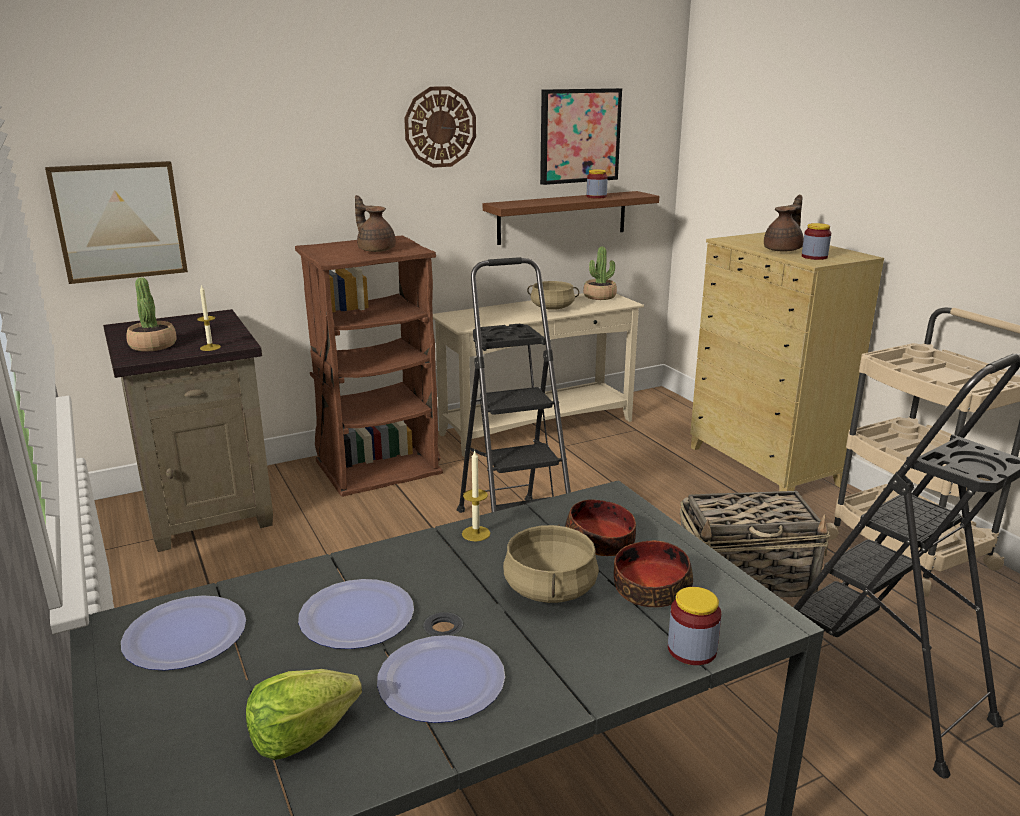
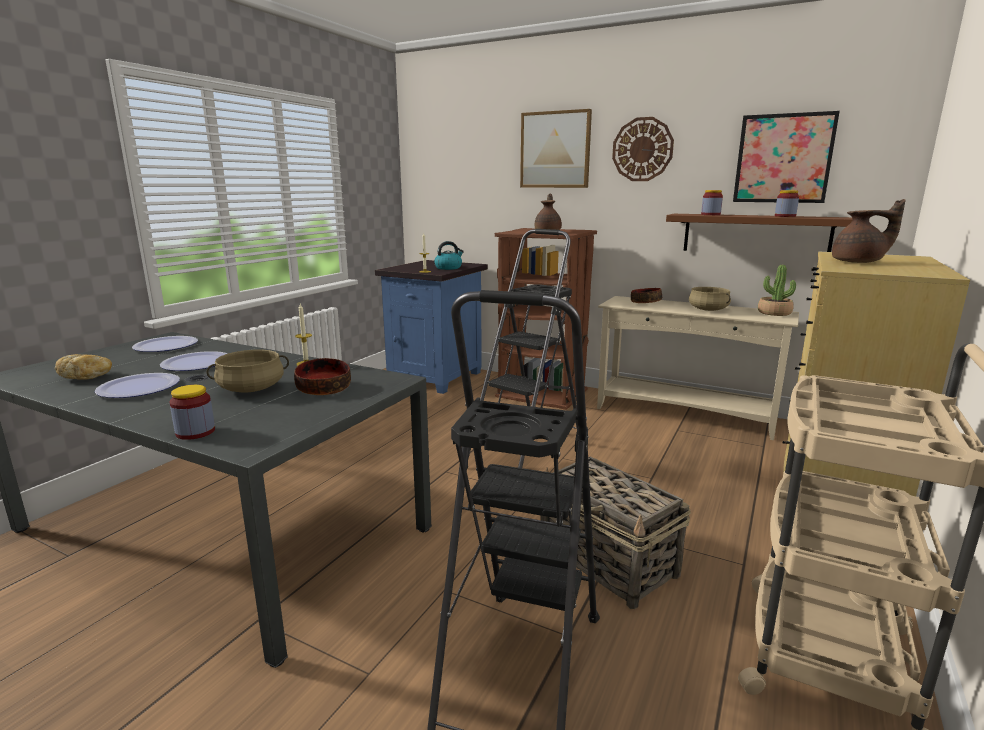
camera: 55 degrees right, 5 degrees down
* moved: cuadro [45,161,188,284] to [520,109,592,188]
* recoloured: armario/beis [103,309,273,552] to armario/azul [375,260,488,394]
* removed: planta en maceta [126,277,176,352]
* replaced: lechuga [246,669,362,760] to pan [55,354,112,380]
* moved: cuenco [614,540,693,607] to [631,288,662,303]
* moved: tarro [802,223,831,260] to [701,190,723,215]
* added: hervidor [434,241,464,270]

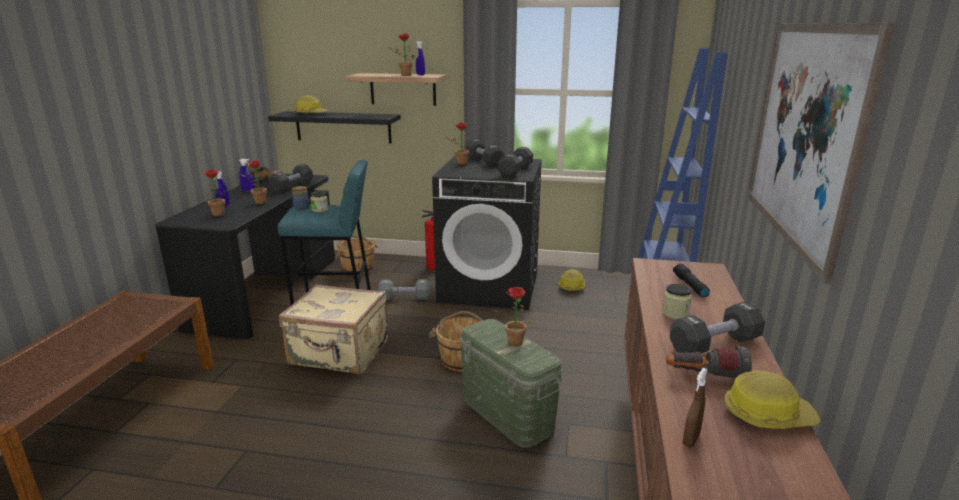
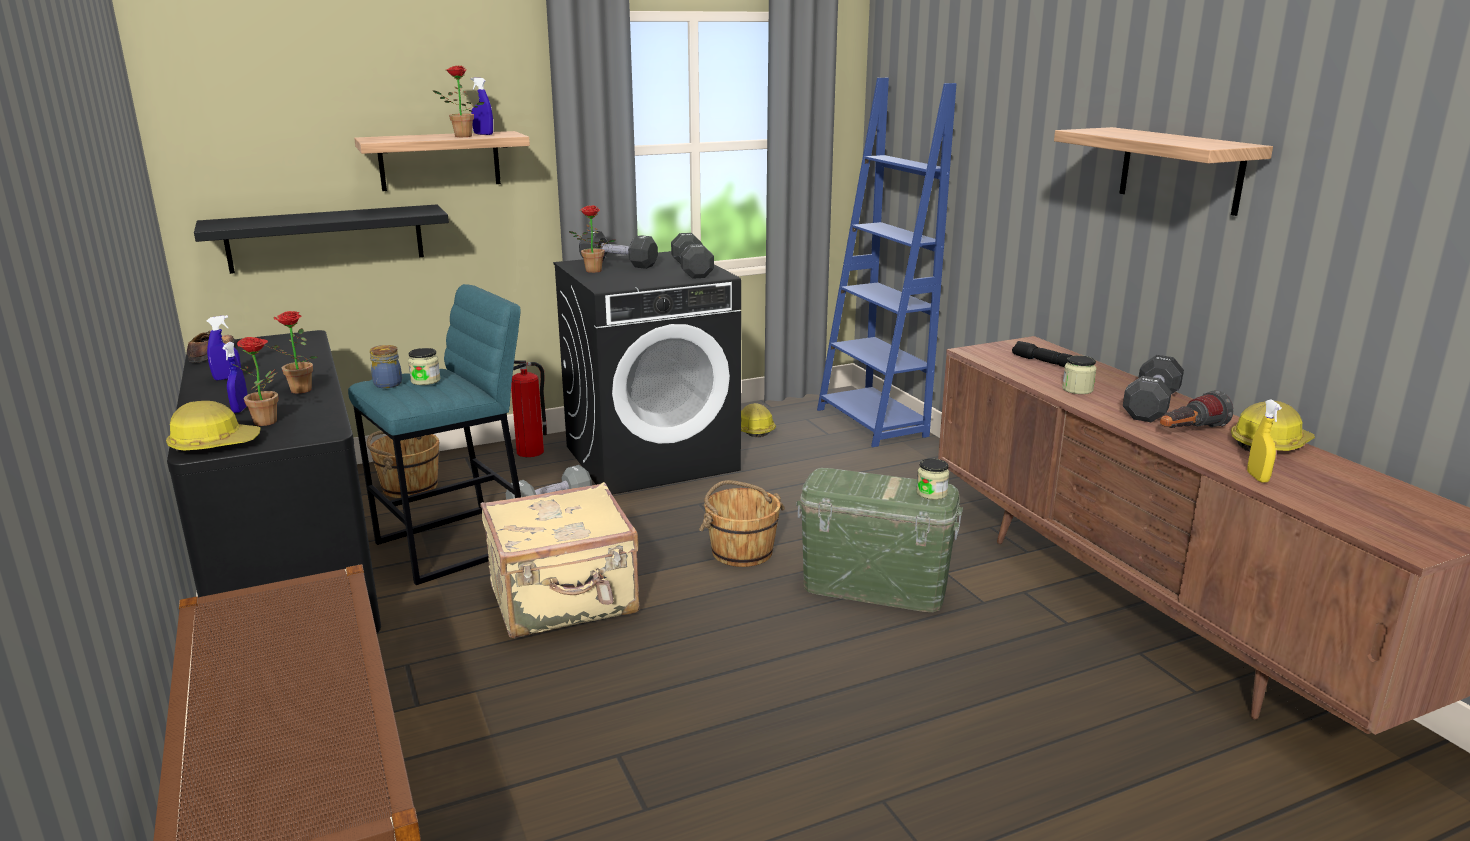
camera: 35 degrees left, 0 degrees up
* removed: mancuerna/negro [268,164,313,193]
* moved: casco [295,95,329,114] to [166,401,261,451]
* removed: planta en maceta [493,287,534,346]
* recoloured: pulverizador/marrón [683,368,708,448] to pulverizador/amarillo [1247,400,1282,482]
* replaced: cuadro [747,23,895,284] to estante [1054,127,1273,216]
* added: tarro [916,458,949,500]

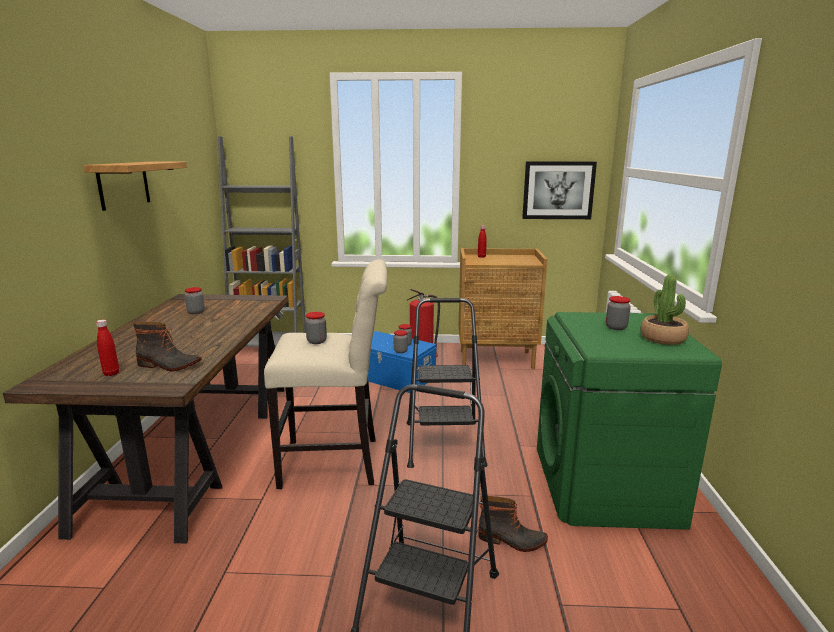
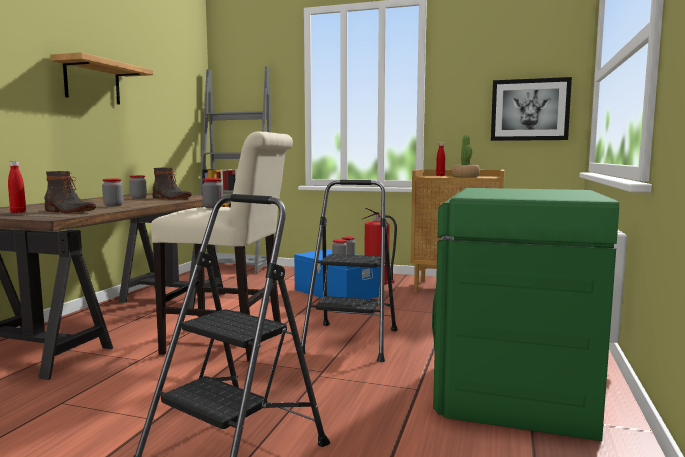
camera: 15 degrees right, 10 degrees down
* moved: bota [478,496,548,552] to [153,167,192,199]
* moved: tarro [606,296,631,330] to [102,178,123,206]
* moved: planta en maceta [640,274,689,345] to [452,135,480,177]

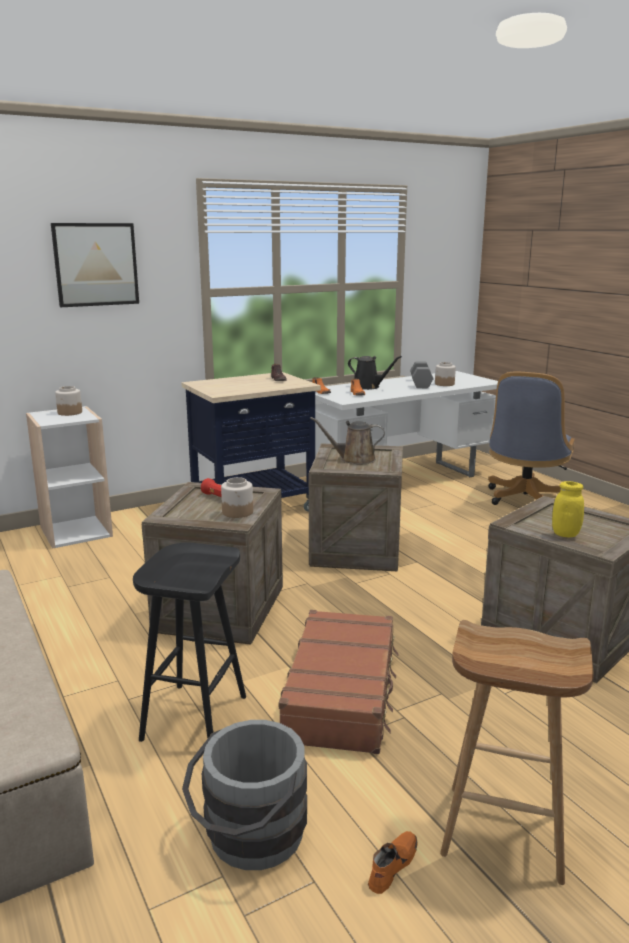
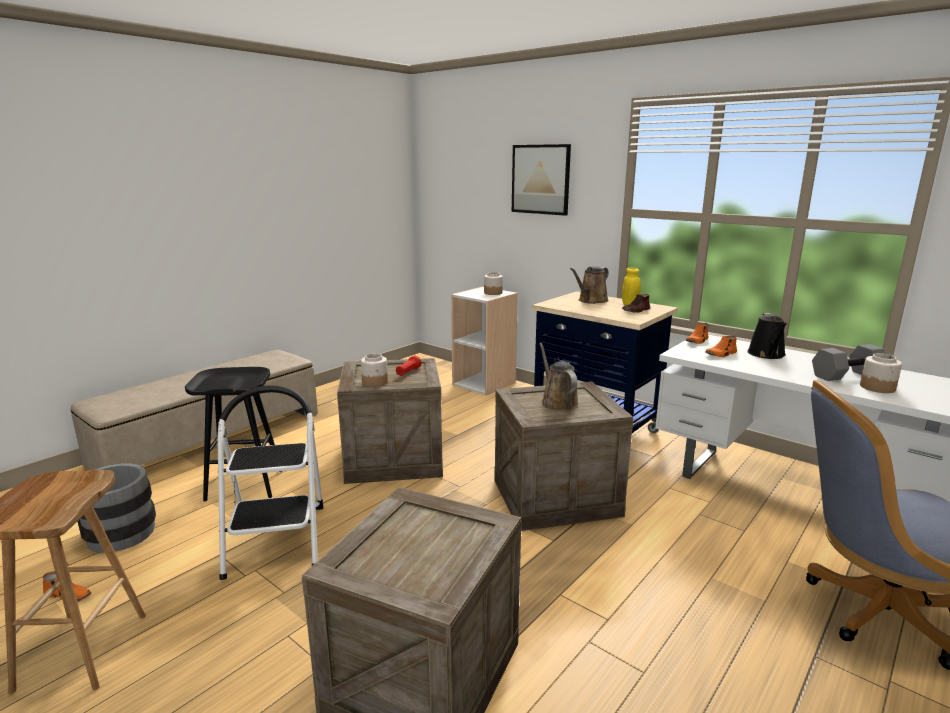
camera: 70 degrees right, 0 degrees up
* replaced: maleta/marrón [279,610,398,754] to escalera de tijera [218,385,323,580]
* moved: tarro/amarillo [552,481,584,537] to [622,268,641,305]
* added: regadera/marrón [570,266,609,304]

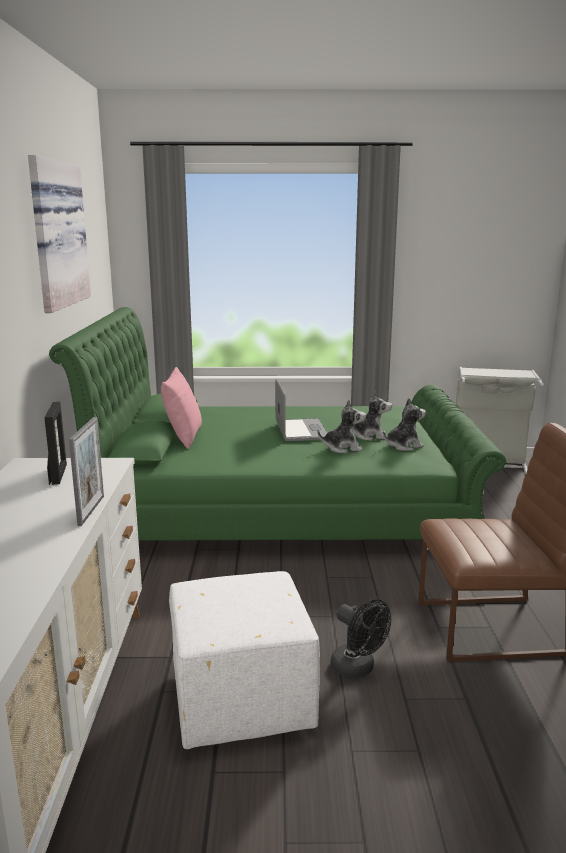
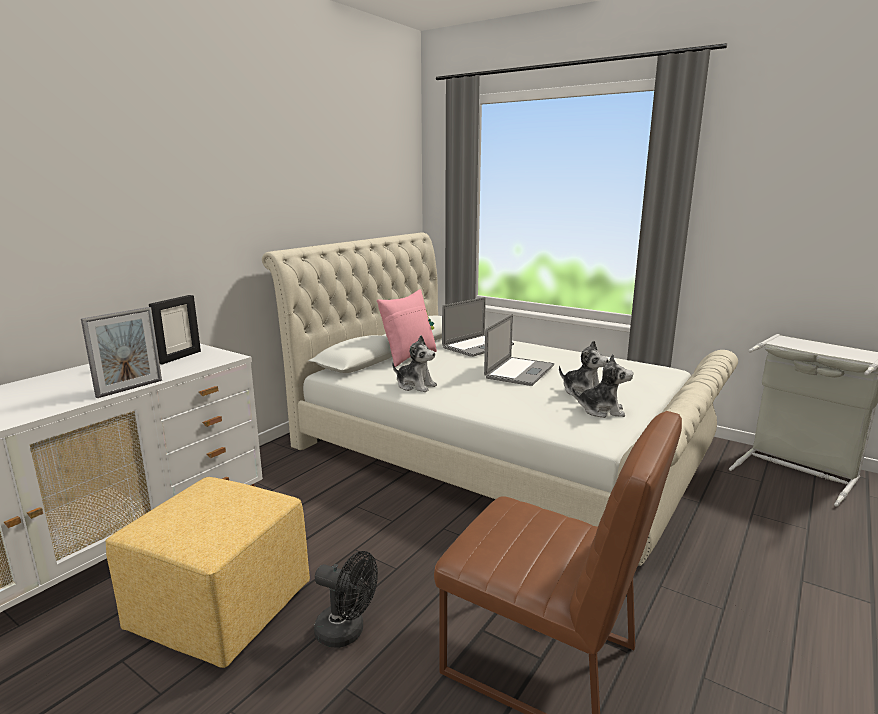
camera: 35 degrees right, 0 degrees up
* removed: cuadro [28,155,91,313]
* recoloured: cama/verde [49,307,506,541] to cama/beis [262,233,738,566]
* recoloured: puf/blanco [169,571,320,749] to puf/amarillo [106,477,310,668]
* moved: peluche [318,400,366,453] to [392,335,437,392]
* turned: ventilador/negro [331,599,391,678] = [314,551,378,648] 60 degrees counterclockwise
* added: portátil [442,297,514,357]

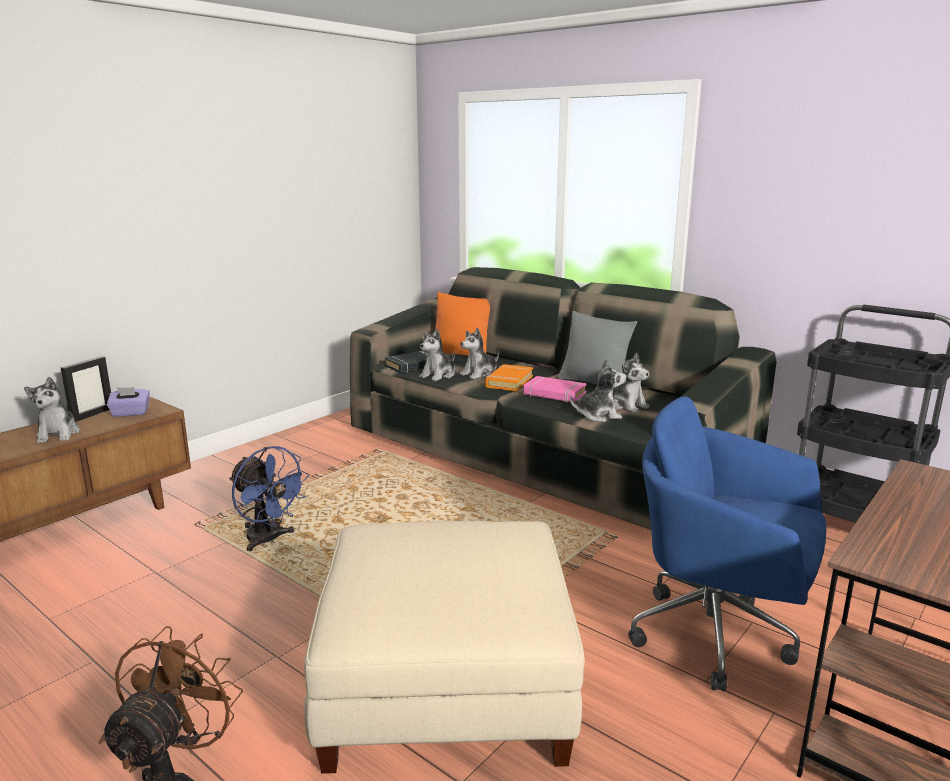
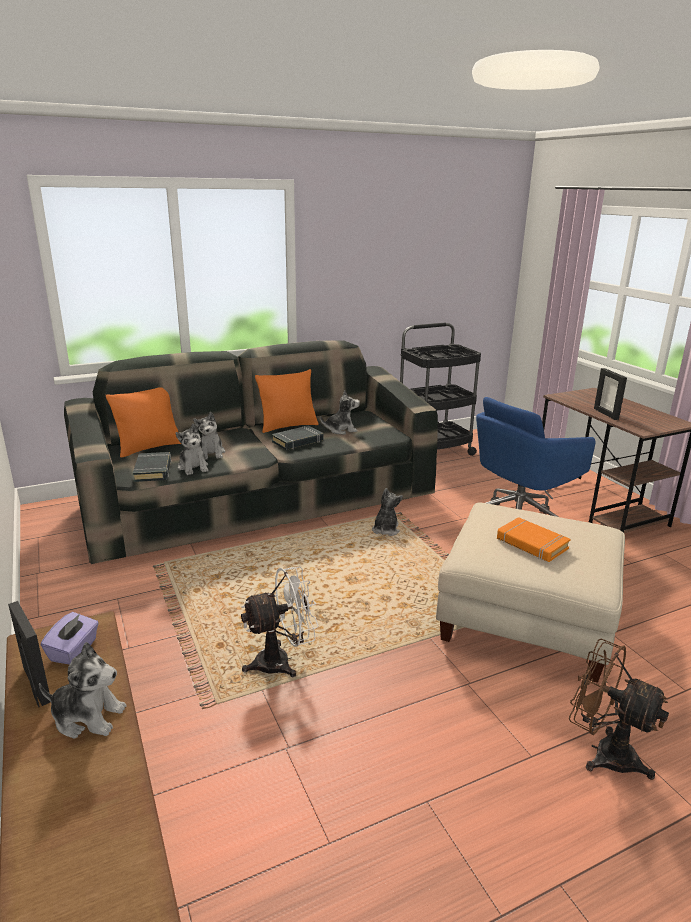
camera: 65 degrees left, 5 degrees up
* recoloured: ventilador/azul [229,446,310,551] to ventilador/blanco [241,567,318,677]
* moved: libro/naranja [485,364,533,391] to [497,517,571,562]
* recoloured: libro/rosa [523,376,587,402] to libro/negro [272,426,323,450]
* recoloured: cojín/gris [558,311,637,384] to cojín/naranja [255,369,319,433]
* moved: peluche [570,359,626,422] to [372,488,403,536]
* added: portarretratos [594,368,627,420]

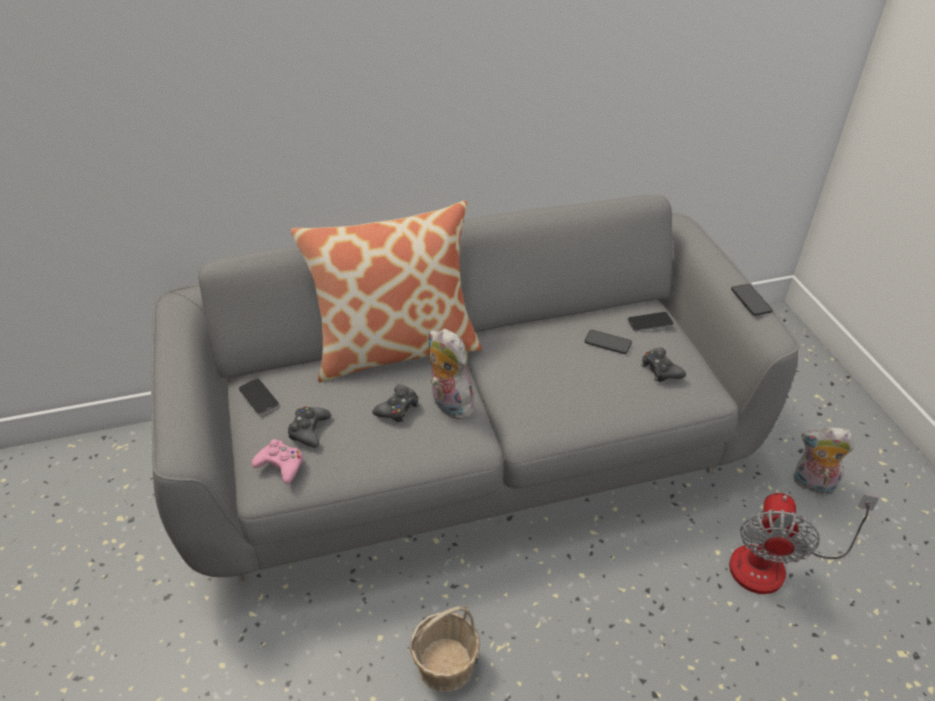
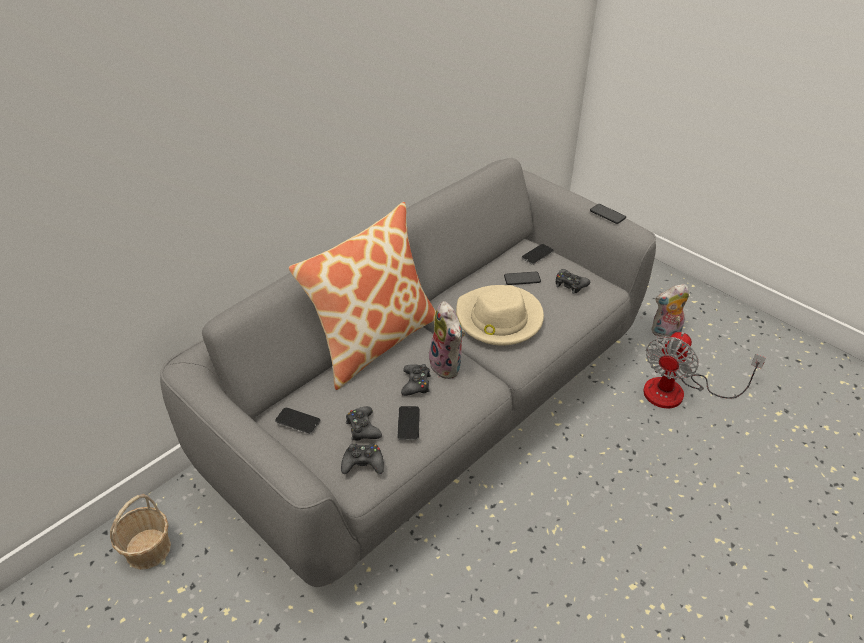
camera: 30 degrees left, 0 degrees up
* recoloured: mando de consola/rosa [252,439,303,484] to mando de consola/negro [341,444,384,474]
* moved: cesta [410,605,480,692] to [110,494,171,570]
* turned: peluche [428,328,474,419] = [429,301,465,379] 135 degrees counterclockwise
* turned: ventilador [729,493,879,594] = [643,332,766,409] 45 degrees clockwise
* added: móvil [397,406,420,440]
* added: sombrero/beis [456,285,544,346]

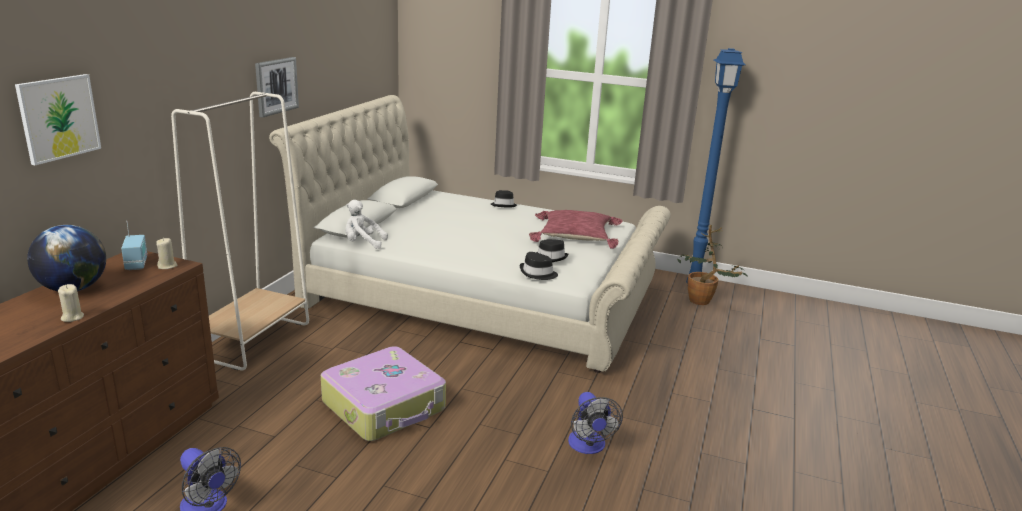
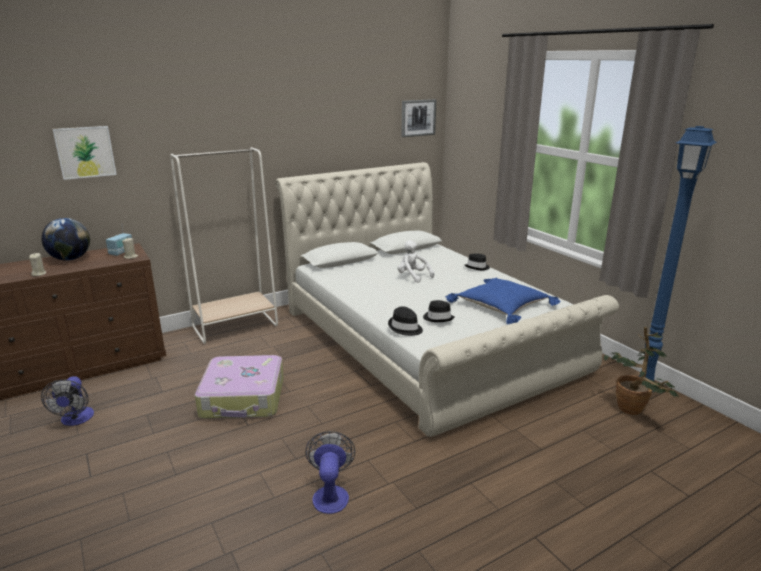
camera: 40 degrees right, 0 degrees up
* moved: cuadro [255,57,299,118] to [401,99,436,137]
* moved: peluche/blanco [345,200,388,249] to [398,240,434,283]
* recoloured: cojín/rojo [529,210,622,249] to cojín/azul [446,278,561,324]
* turned: ventilador [568,392,623,454] = [305,431,355,514] 150 degrees clockwise

